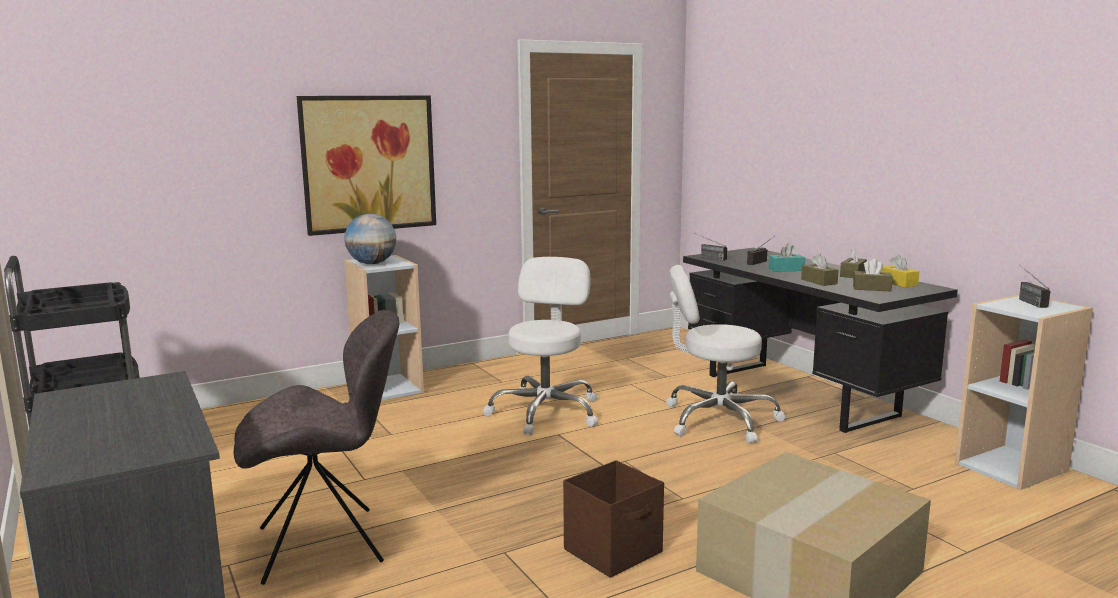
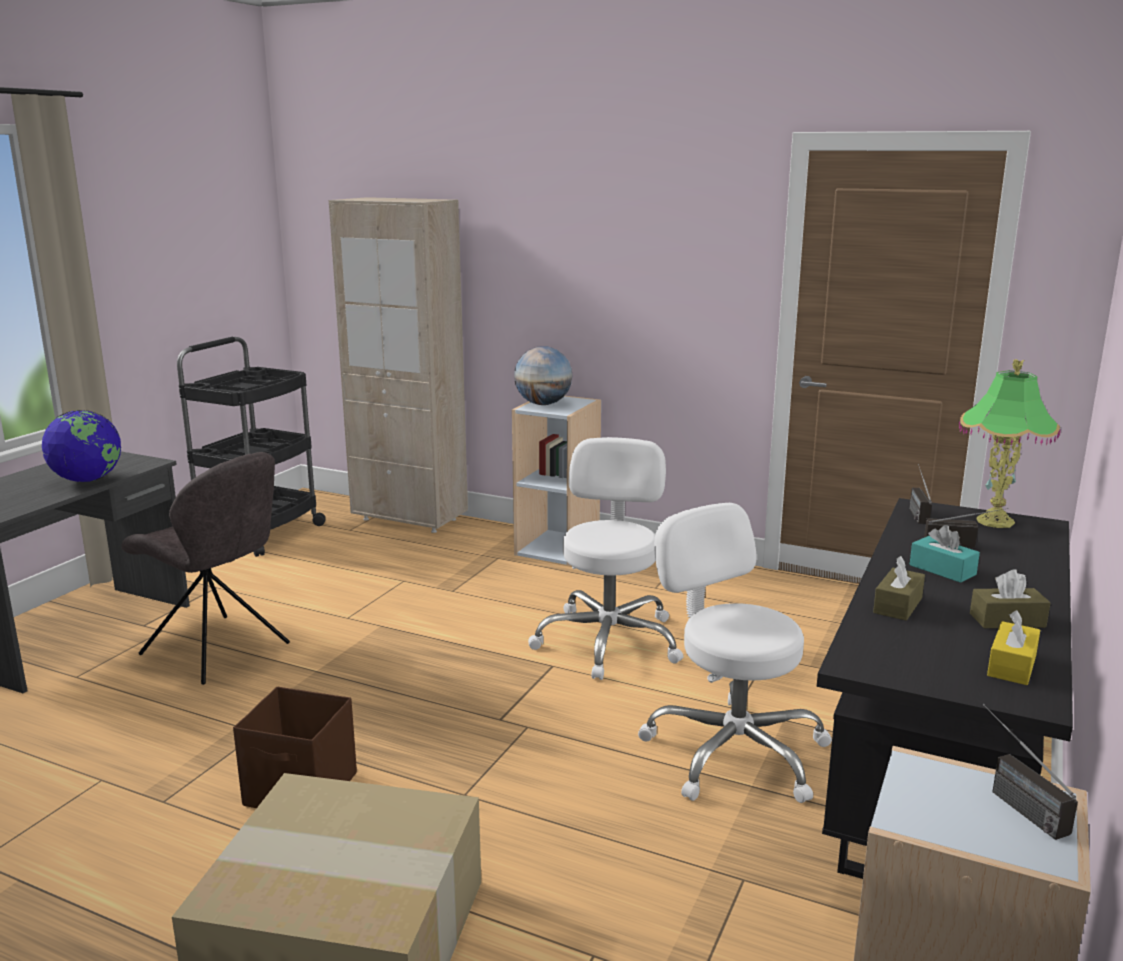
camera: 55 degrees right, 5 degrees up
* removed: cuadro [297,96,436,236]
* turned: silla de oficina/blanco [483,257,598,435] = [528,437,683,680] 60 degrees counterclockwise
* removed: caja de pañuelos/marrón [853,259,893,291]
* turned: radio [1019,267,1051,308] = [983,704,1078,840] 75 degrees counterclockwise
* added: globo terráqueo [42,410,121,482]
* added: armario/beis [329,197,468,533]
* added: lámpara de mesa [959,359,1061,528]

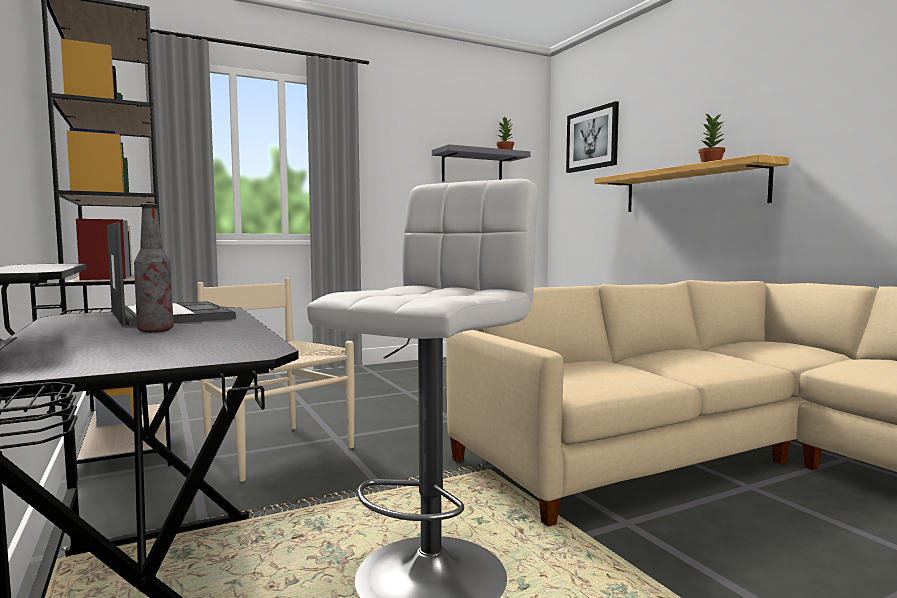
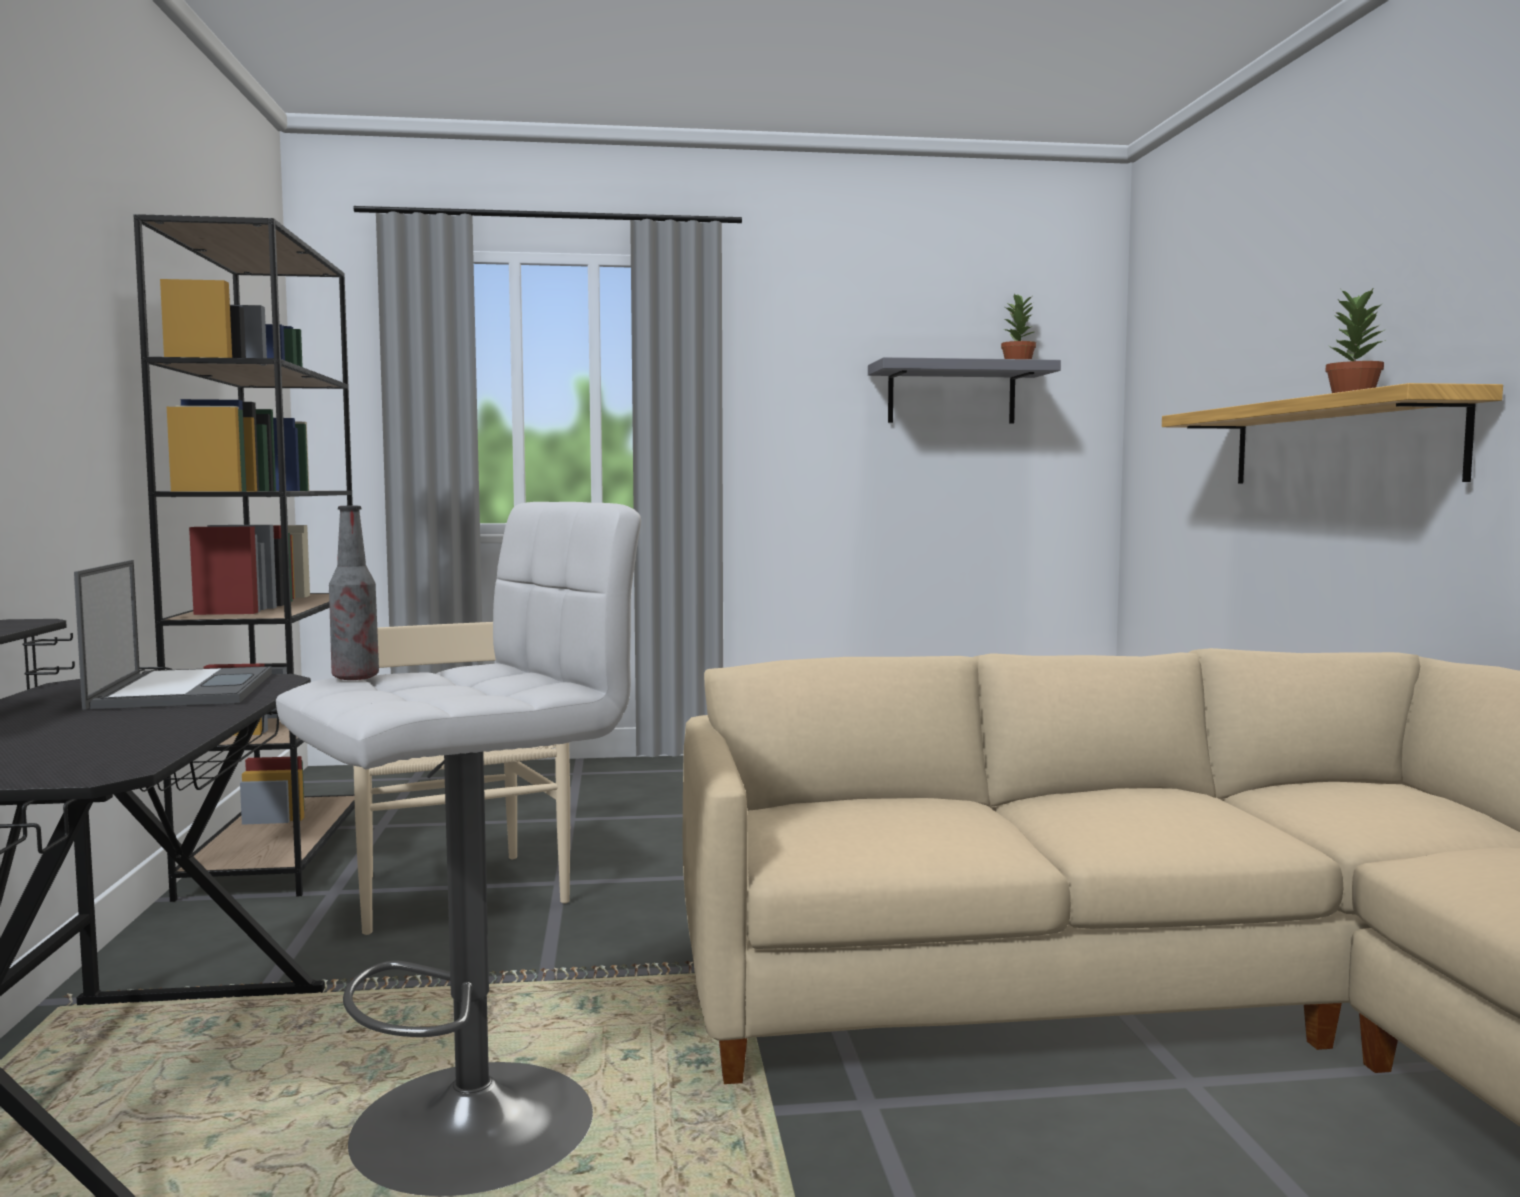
camera: 20 degrees right, 0 degrees up
* moved: botella [134,204,174,333] to [329,506,379,680]
* removed: cuadro [566,101,619,173]

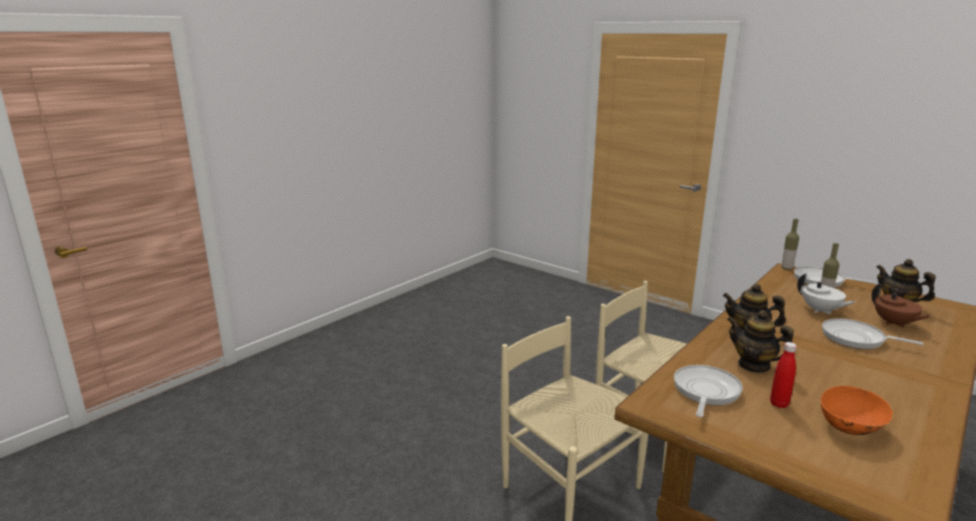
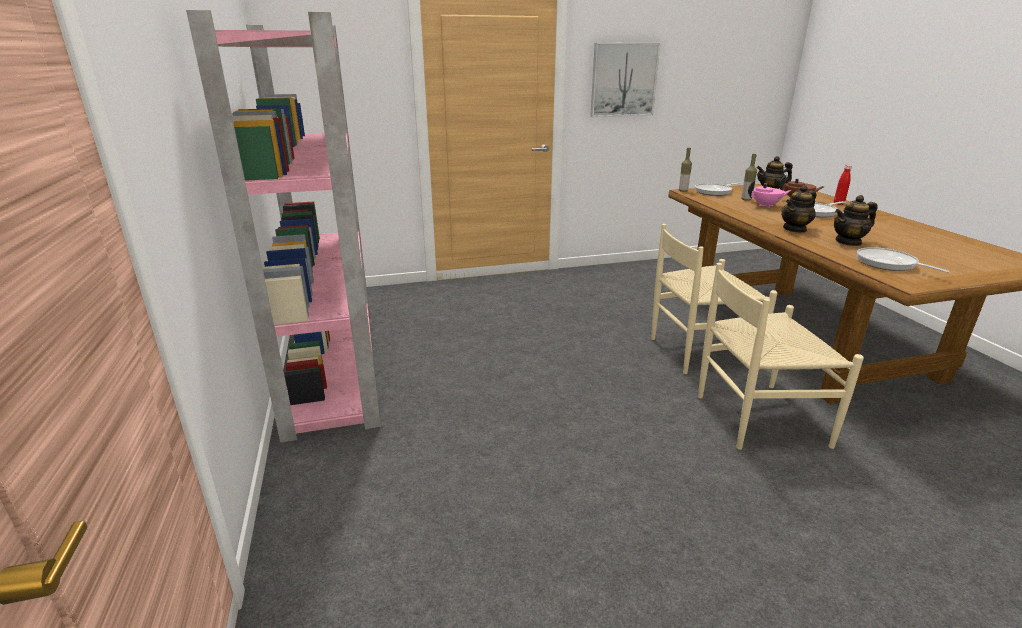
camera: 55 degrees left, 5 degrees up
* moved: botella/rojo [770,342,797,408] to [834,165,852,205]
* recoloured: tetera/blanco [797,273,856,314] to tetera/rosa [748,180,791,208]
* removed: cuenco/naranja [821,386,894,435]
* added: estantería/rosa [186,10,381,443]
* added: cuadro [590,43,660,117]

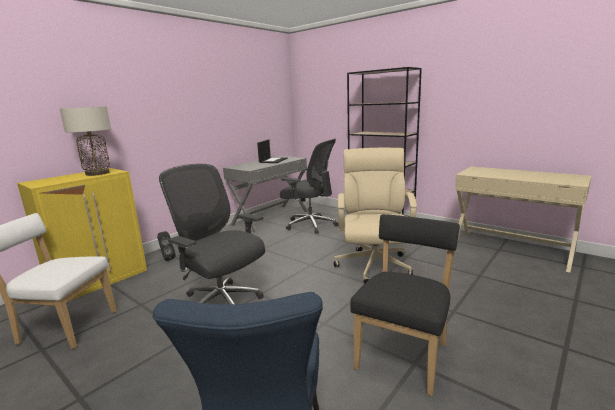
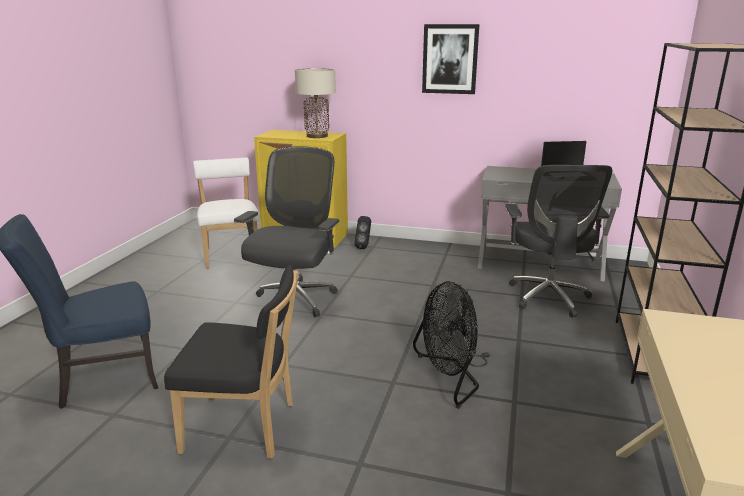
camera: 65 degrees right, 5 degrees up
* replaced: silla de oficina/beis [334,148,417,284] to ventilador/negro [413,281,490,409]
* added: cuadro [422,24,479,94]

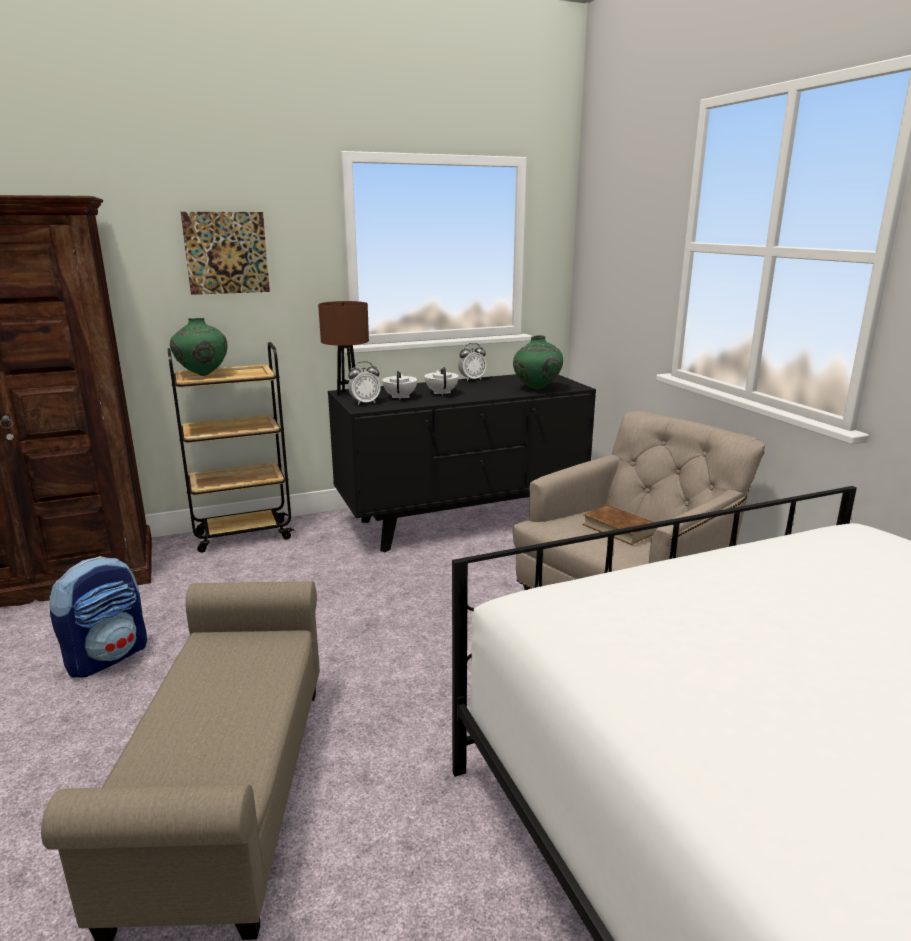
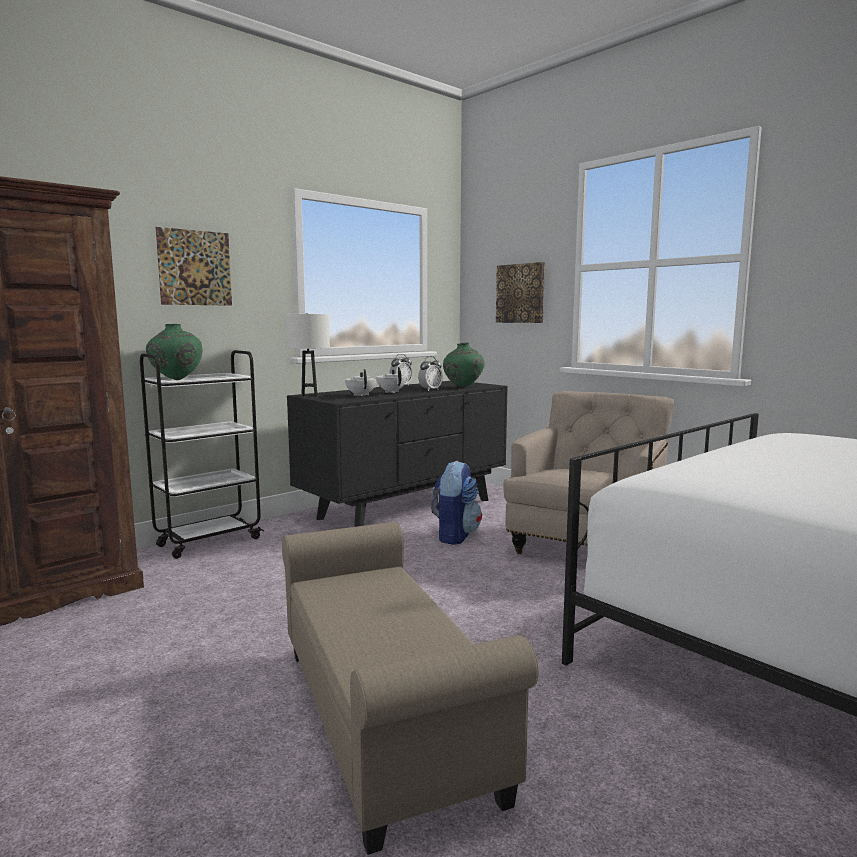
camera: 20 degrees left, 10 degrees down
* moved: mochila [49,556,147,677] to [431,460,482,545]
* recoloured: carrito/marrón [168,342,296,553] to carrito/blanco [140,350,265,559]
* recoloured: lámpara de mesa/marrón [318,301,369,395] to lámpara de mesa/blanco [285,313,330,397]
* moved: despertador [348,361,381,405] to [418,356,443,391]
* removed: libro/marrón [582,505,657,545]
* added: cuadro [496,262,545,323]

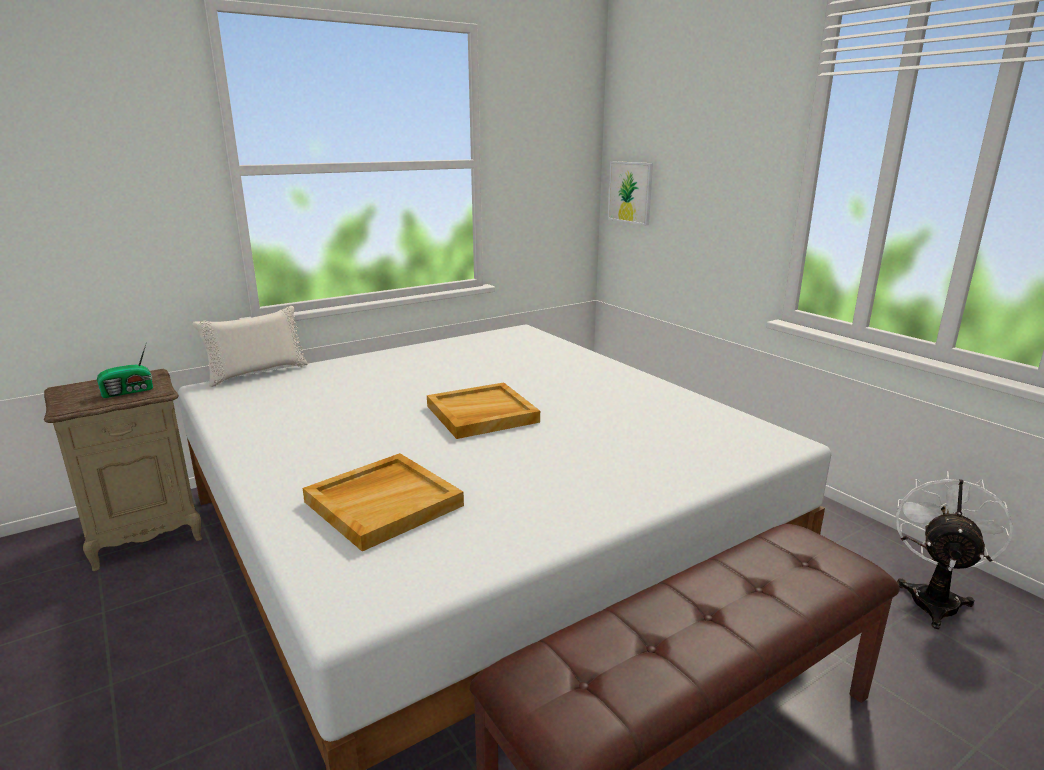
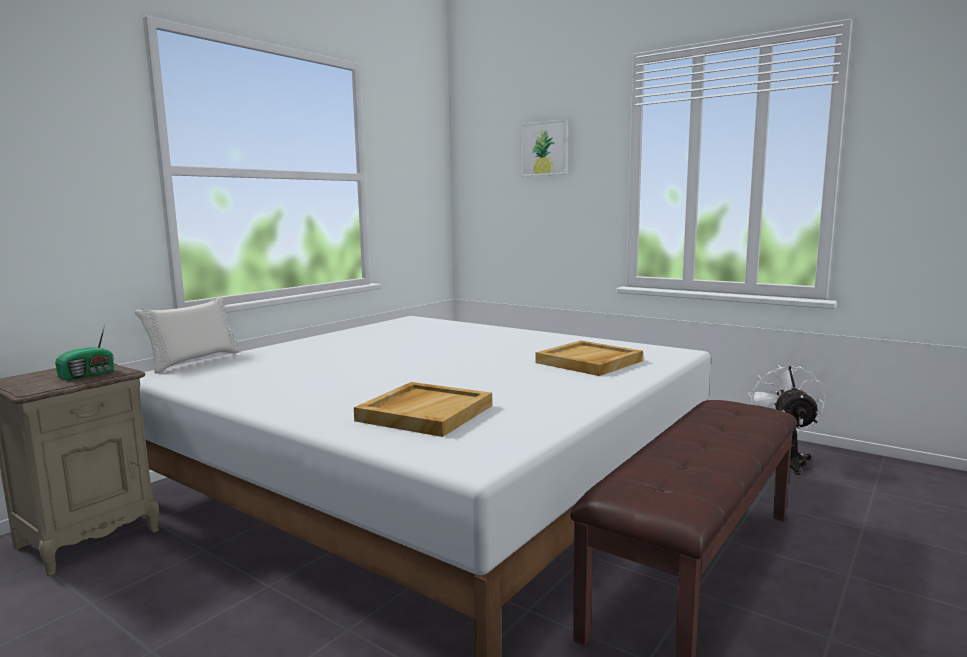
camera: 20 degrees left, 10 degrees down
* moved: bandeja/beis [427,382,540,439] to [536,340,643,376]
* moved: cuadro [608,161,653,225] to [521,119,568,176]

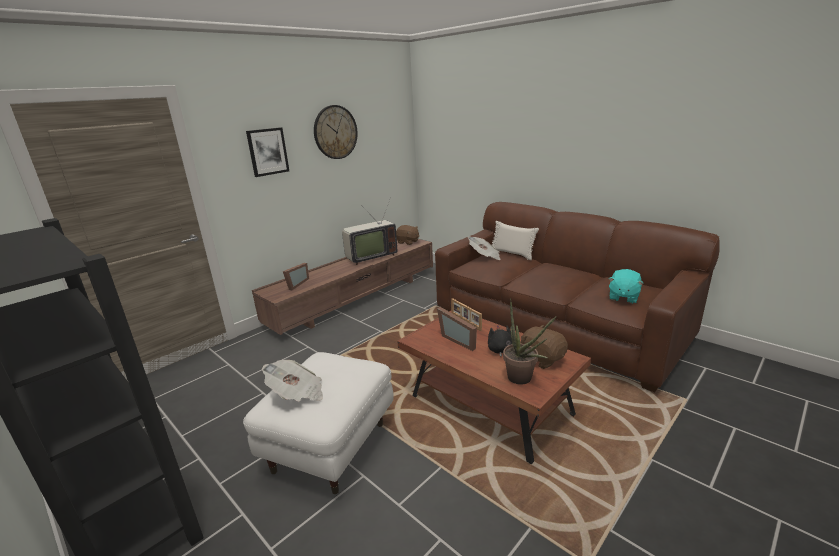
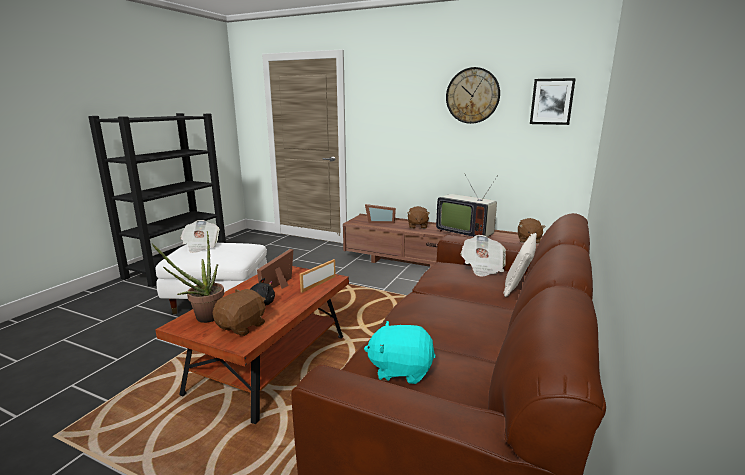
camera: 70 degrees right, 5 degrees down
* moved: cuadro [246,127,289,177] to [530,78,576,125]
* added: peluche/marrón [408,206,430,229]

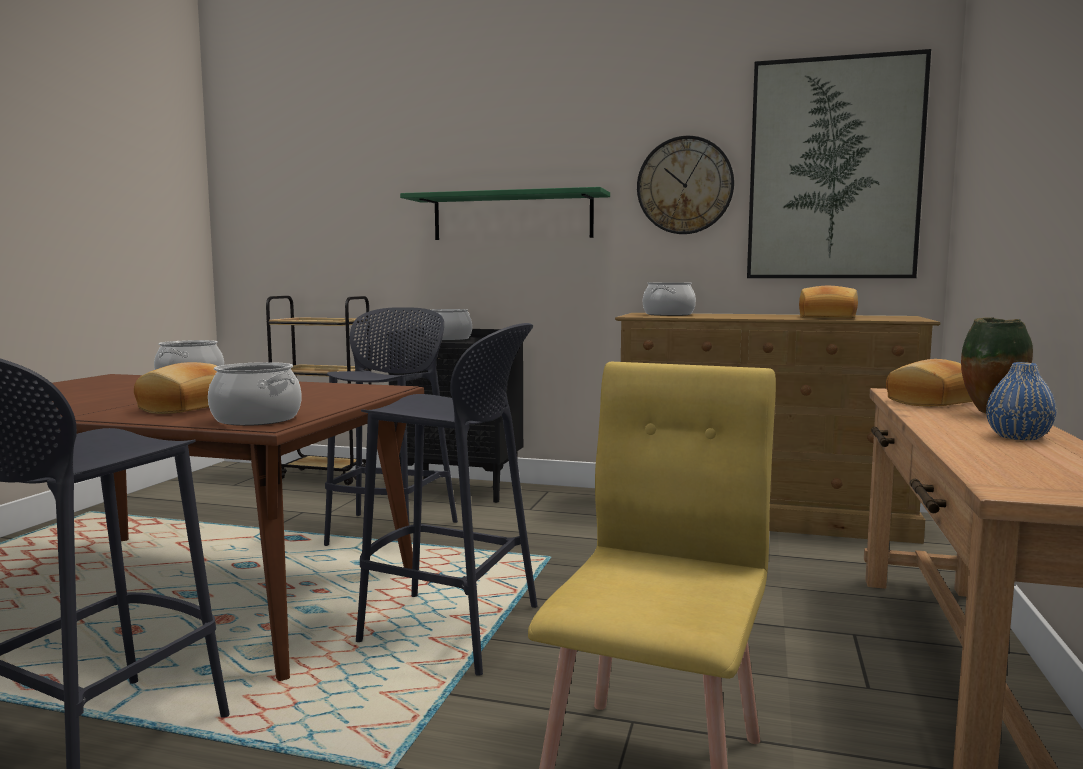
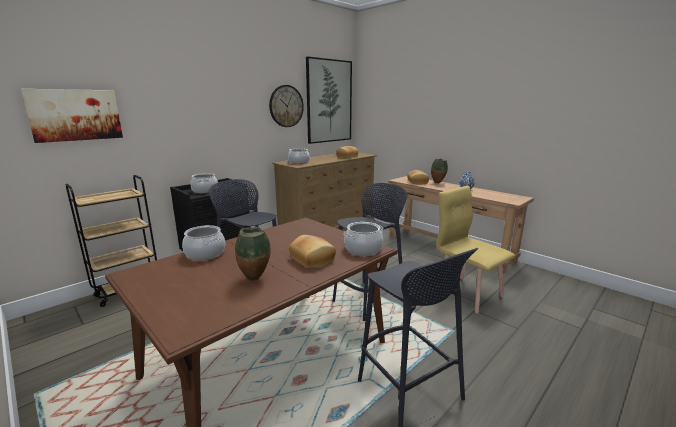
camera: 60 degrees left, 10 degrees up
* removed: estante/verde [400,187,610,240]
* added: cuadro [21,89,123,143]
* added: florero [235,227,271,281]

